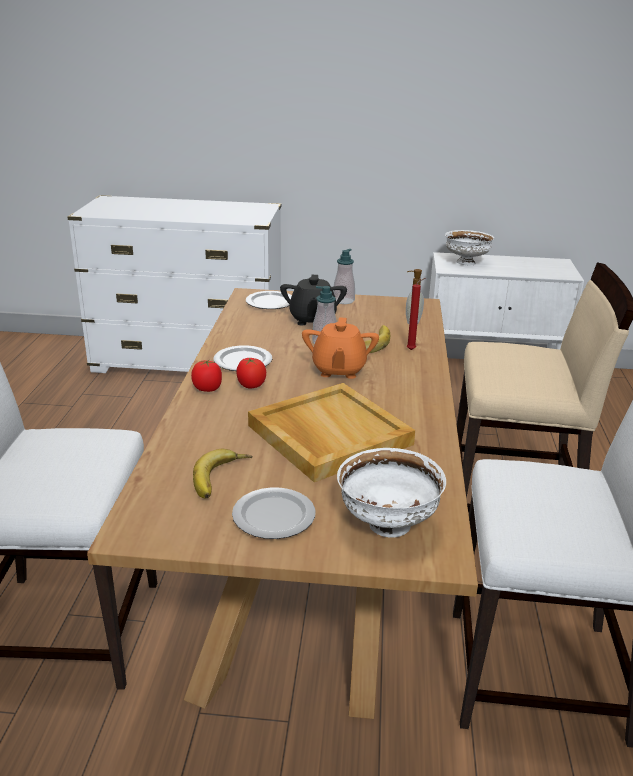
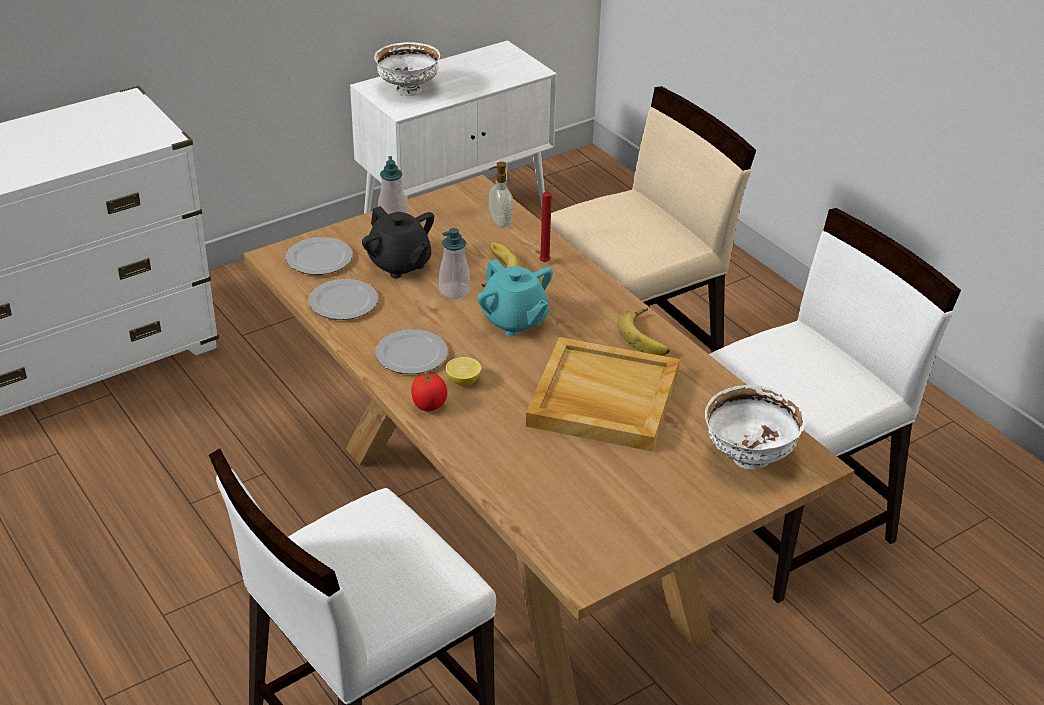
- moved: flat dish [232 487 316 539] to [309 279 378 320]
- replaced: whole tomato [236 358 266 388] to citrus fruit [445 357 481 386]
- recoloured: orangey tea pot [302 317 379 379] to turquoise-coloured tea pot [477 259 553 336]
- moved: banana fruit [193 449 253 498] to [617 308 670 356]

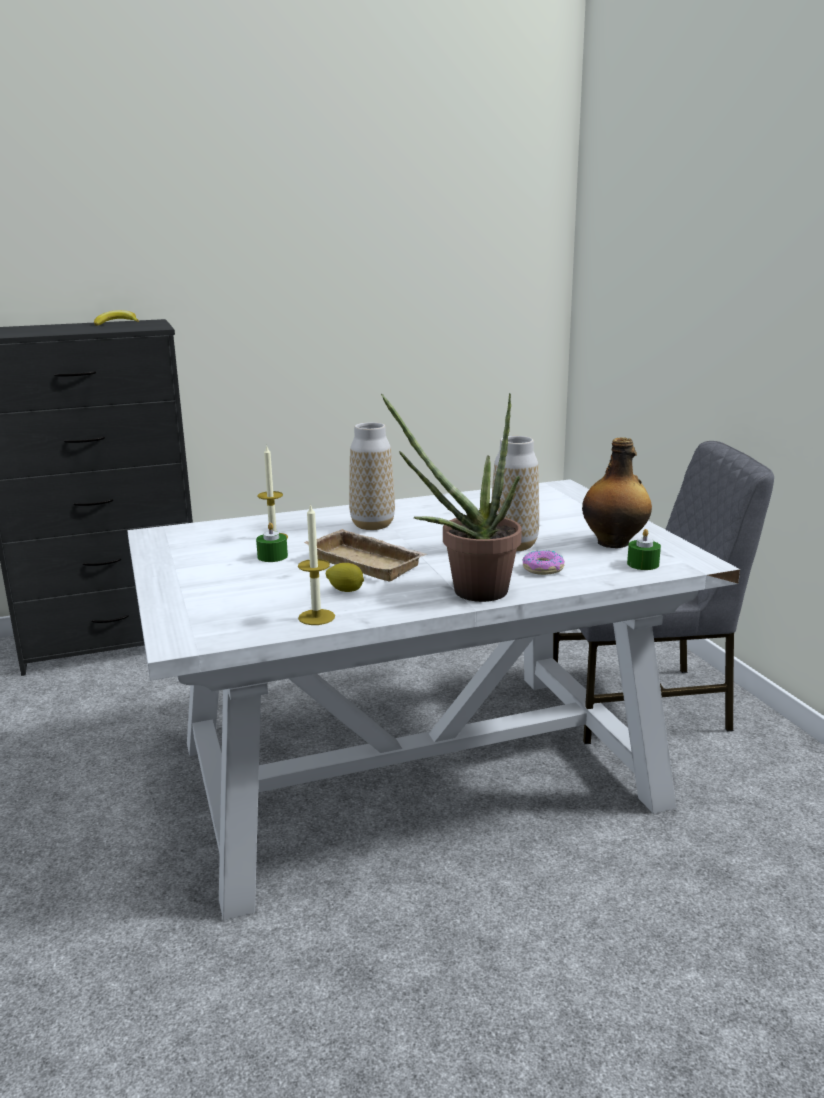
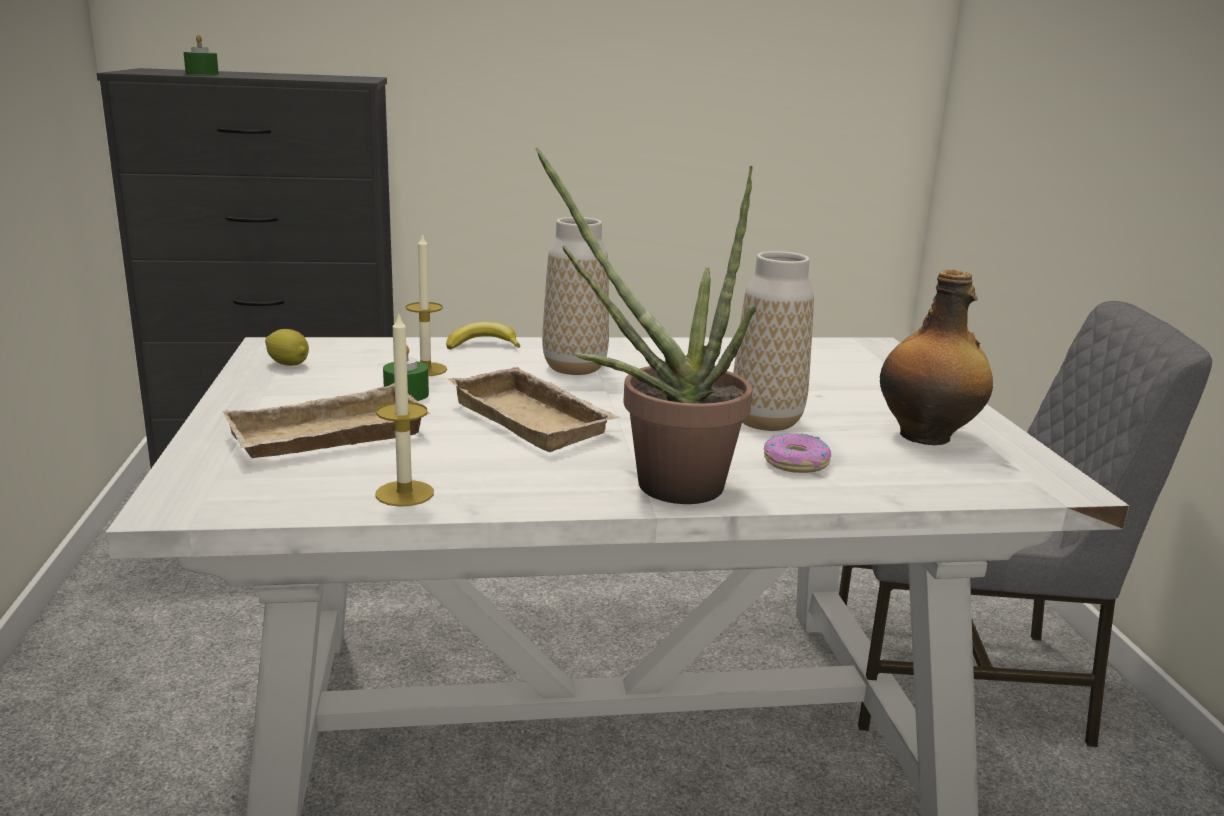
- moved: green-coloured candle [627 529 661 570] to [184 35 219 75]
- added: sand-coloured carrying tray [222 383 430 458]
- moved: citrus fruit [326 563 364 592] to [265 329 309 366]
- moved: banana fruit [94 310 139 326] to [446 322 520 349]

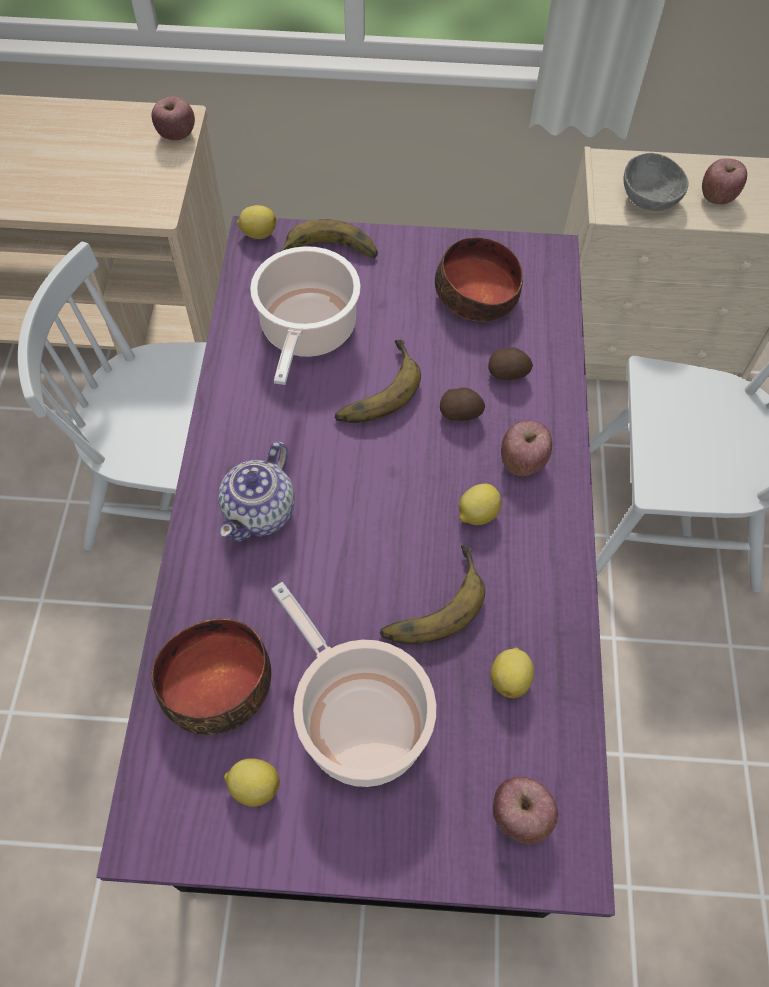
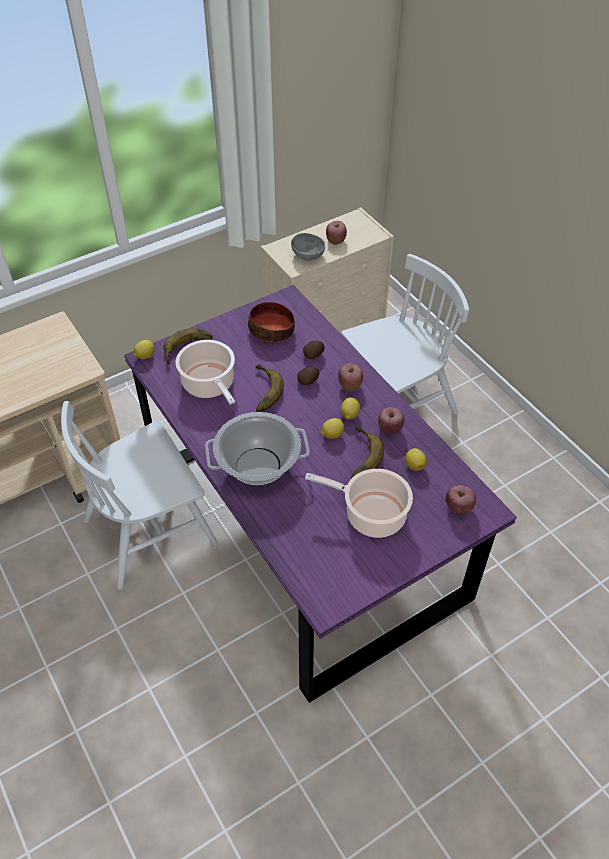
- replaced: tea pot [218 442 295 541] to saucepot [205 412 310 485]
- moved: citrus fruit [224 758 280 807] to [321 418 344 439]
- moved: apple fruit [152 97 195 141] to [378 407 405 434]
- removed: serving bowl [151 619 271 735]

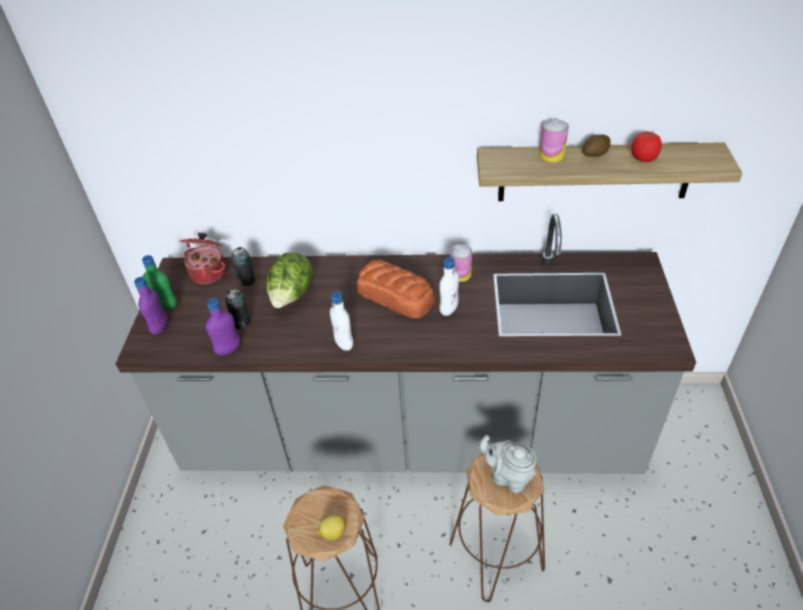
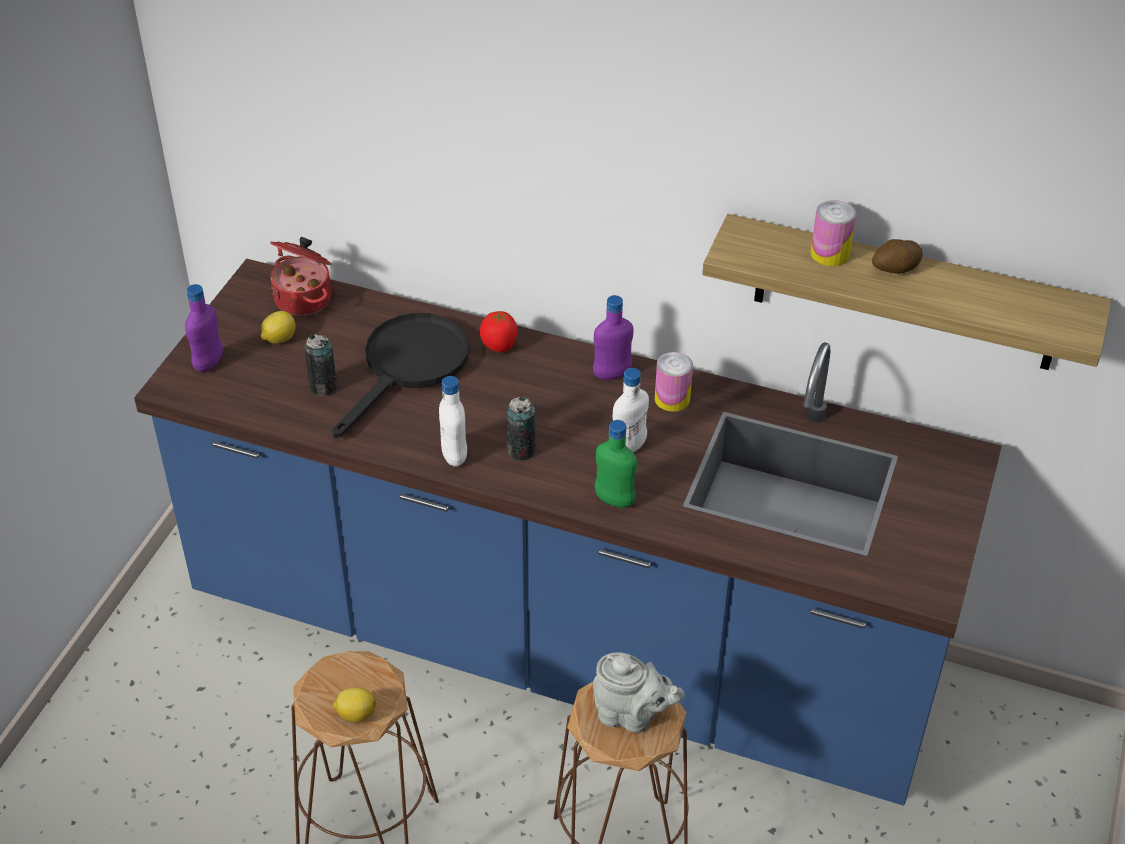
- recoloured: gray kitchen counter [116 214 696 474] to blue kitchen counter [134 259 1002 806]
- added: citrus fruit [261 311 296 344]
- replaced: head of lettuce [266 252 313 308] to black-coloured skillet [332 313 469 438]
- moved: whole tomato [632 131 662 162] to [480 311 517 352]
- moved: sealed can [231 247 256 287] to [506 397 535 461]
- moved: purple-coloured drink bottle [206 298 241 356] to [593 295 634 380]
- turned: gray tea pot [479 435 537 493] = [593 652 685 733] 150 degrees clockwise
- moved: green-coloured drink bottle [142 255 177 309] to [595 420 637 508]
- removed: bread [356 260 436 319]

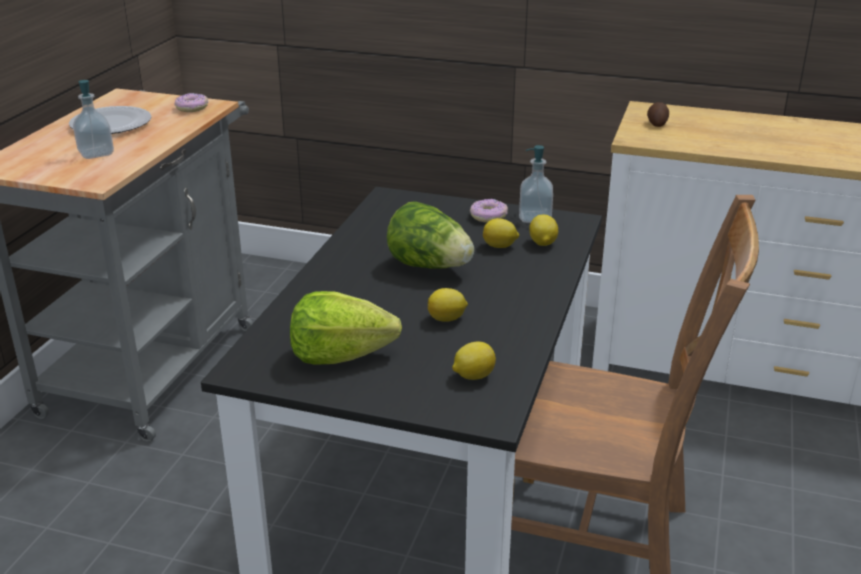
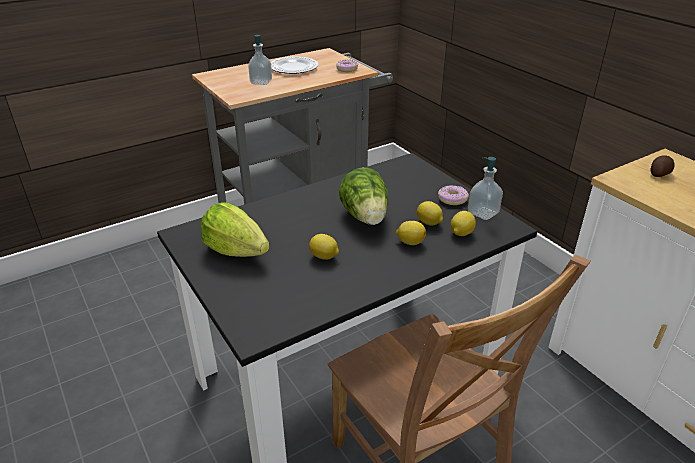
- moved: citrus fruit [452 342 496 380] to [396 221 426 245]

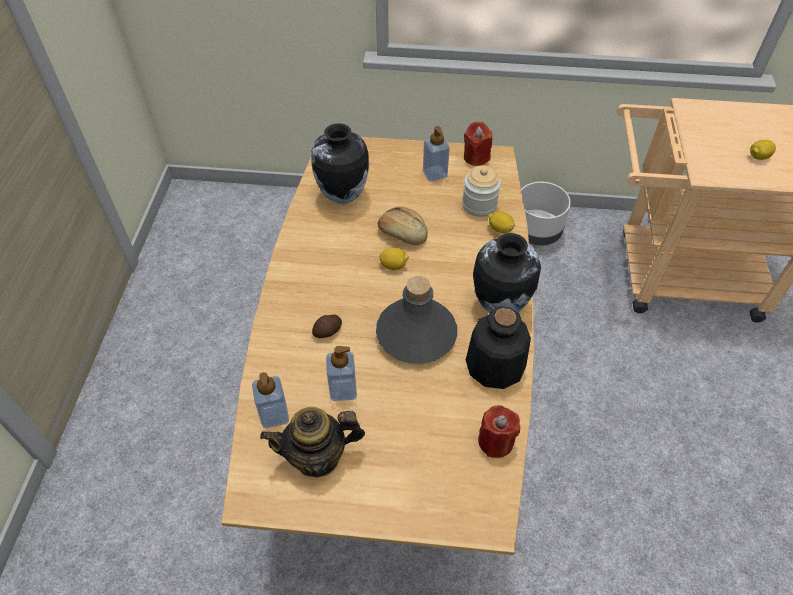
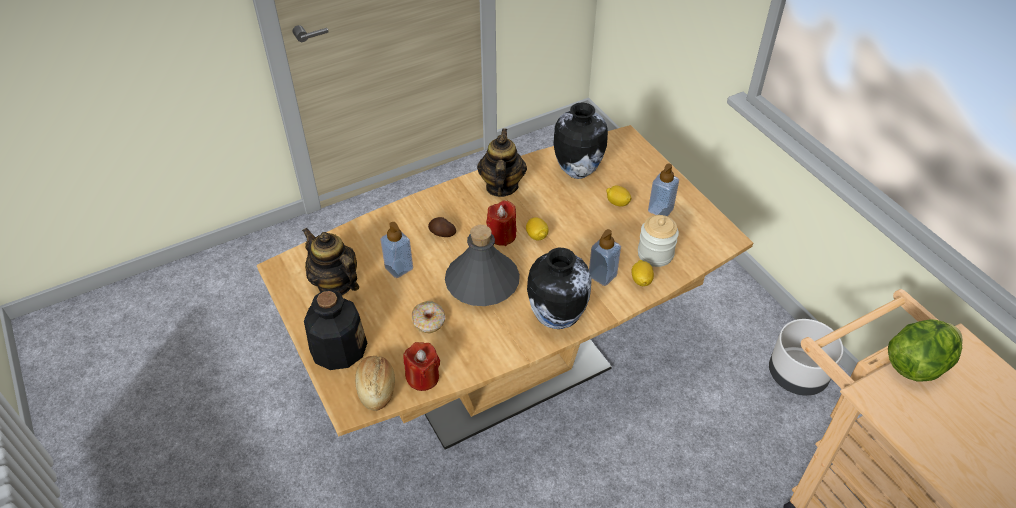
- moved: drink bottle [466 306 531 389] to [304 290 367 370]
- moved: bread [378 206 427 245] to [355 356 395 411]
- added: donut [412 301 445 333]
- added: tea pot [477 128 527 197]
- moved: red candle [464 122 492 166] to [486 200 516 246]
- moved: liquid soap bottle [252 372 289 428] to [589 229 621 286]
- moved: citrus fruit [750 140 776 160] to [606 185 631 207]
- added: head of lettuce [888 319 963 382]

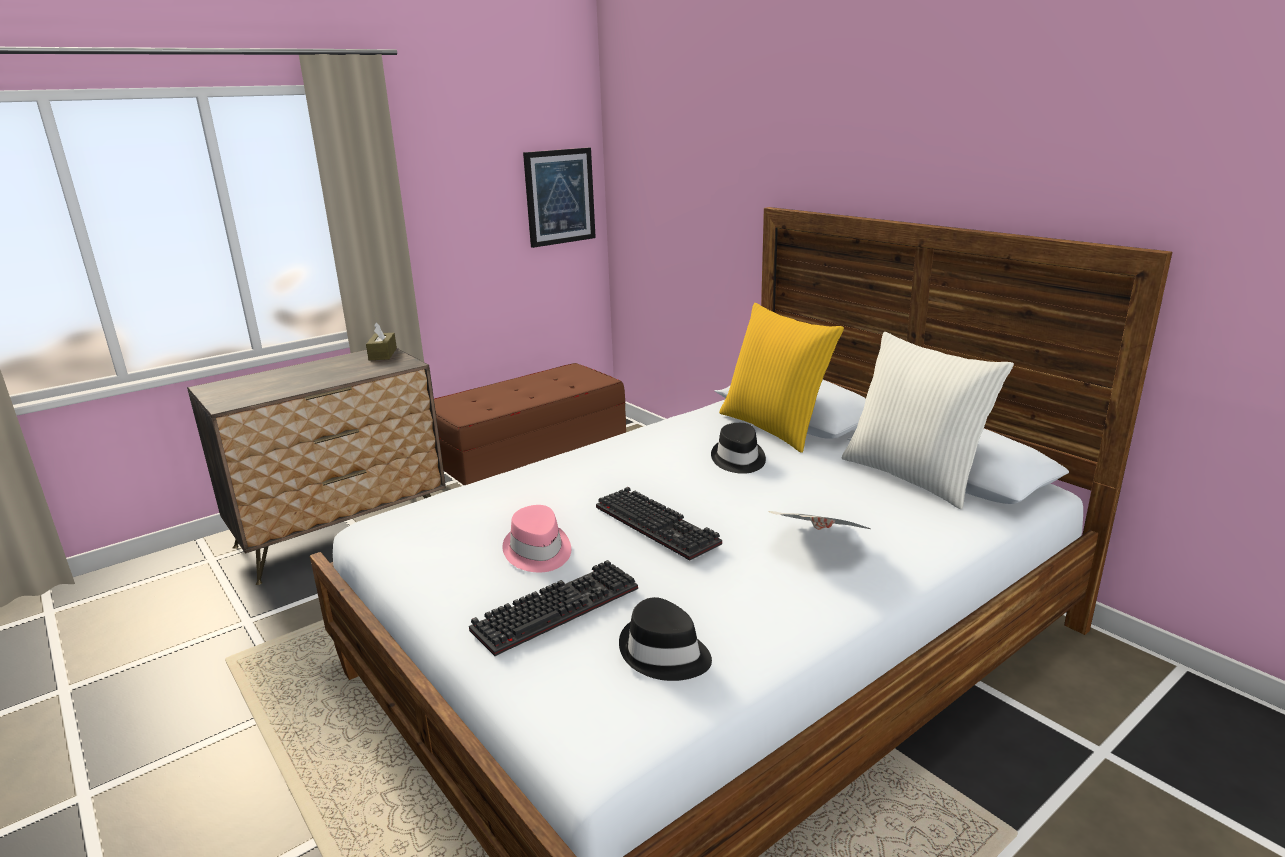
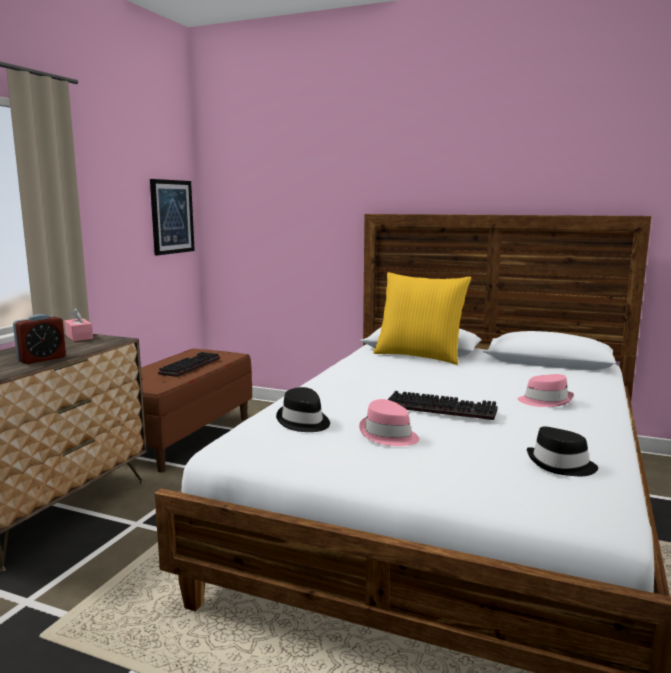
- added: alarm clock [13 314 66 364]
- recoloured: brown-coloured tissue holder [366 322 397 360] to pinkish tissue holder [64 307 93 341]
- moved: computer keyboard [469 560 638 656] to [158 352 220 377]
- moved: black-coloured wearable hat [711 423 766 474] to [276 387 330 432]
- replaced: newspaper [769 511 870 530] to pinkish wearable hat [518 374 574 407]
- removed: white-coloured pillow [842 332 1014 509]

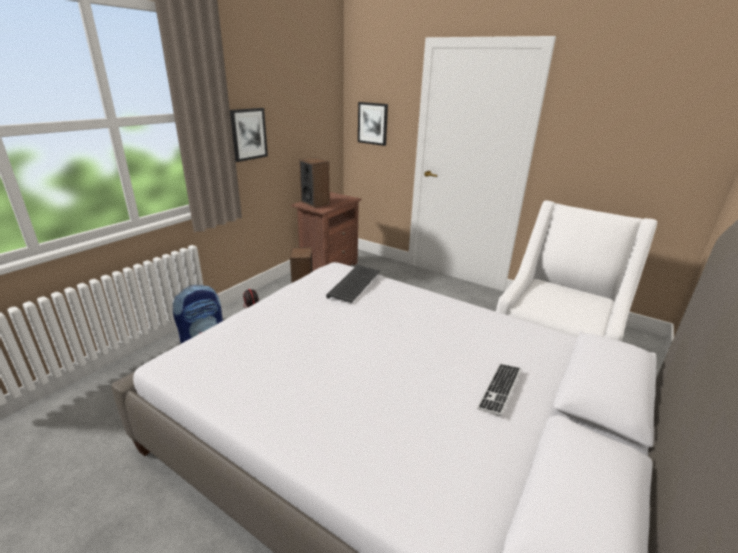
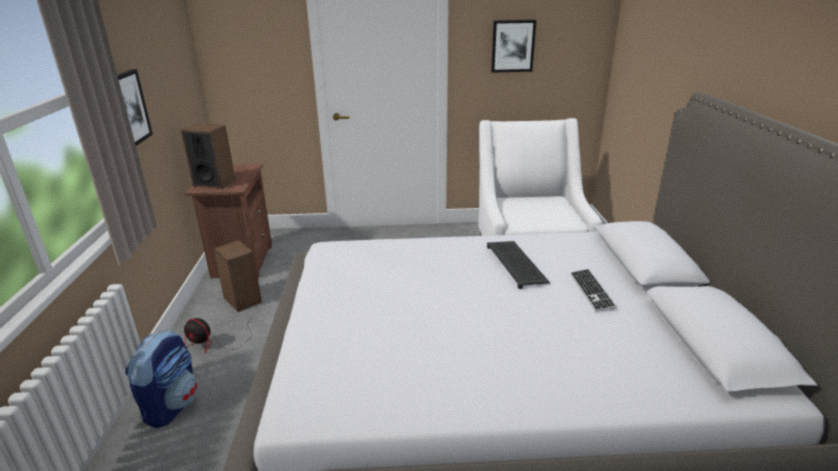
- moved: computer keyboard [326 265 380 303] to [487 241 550 289]
- moved: wall art [358 102 388 146] to [491 20 536 73]

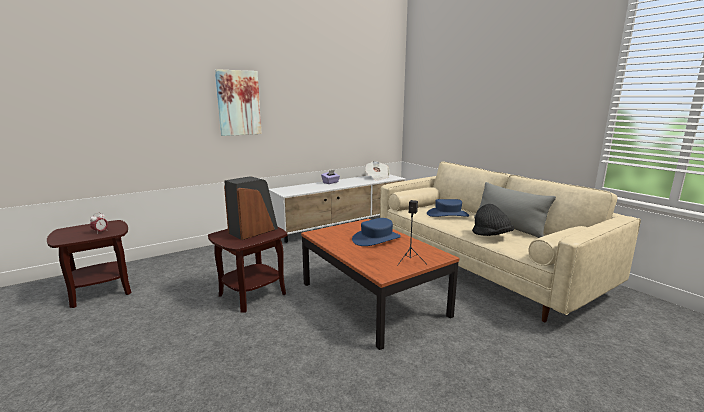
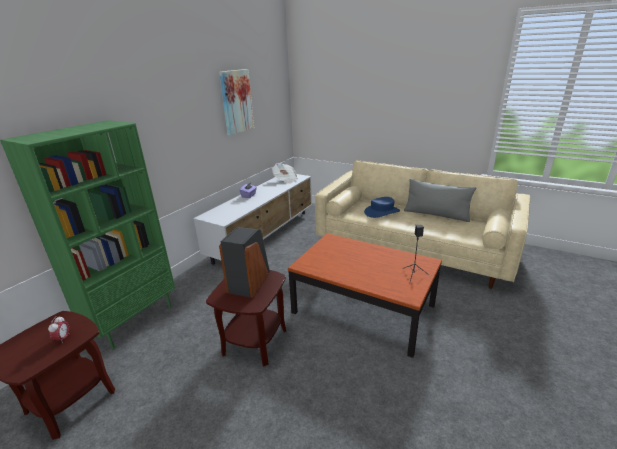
- added: green-coloured bookshelf [0 120 175 349]
- moved: wall art [215 69 262 136] to [219 69 254 135]
- removed: blue wearable hat [352 218 401 246]
- removed: black-coloured wearable hat [472 204 514 236]

